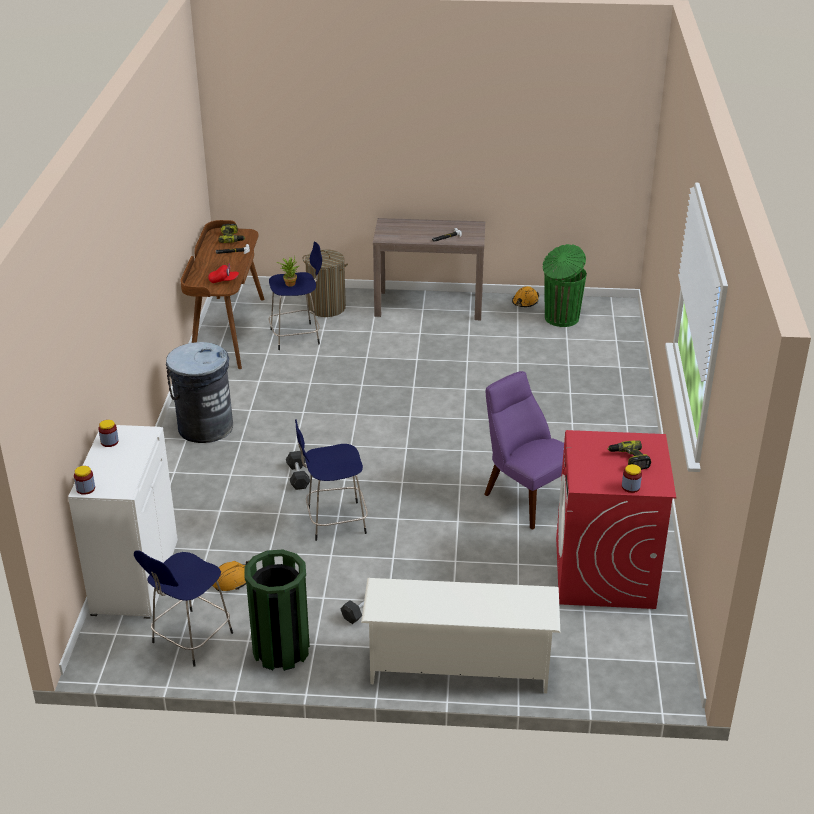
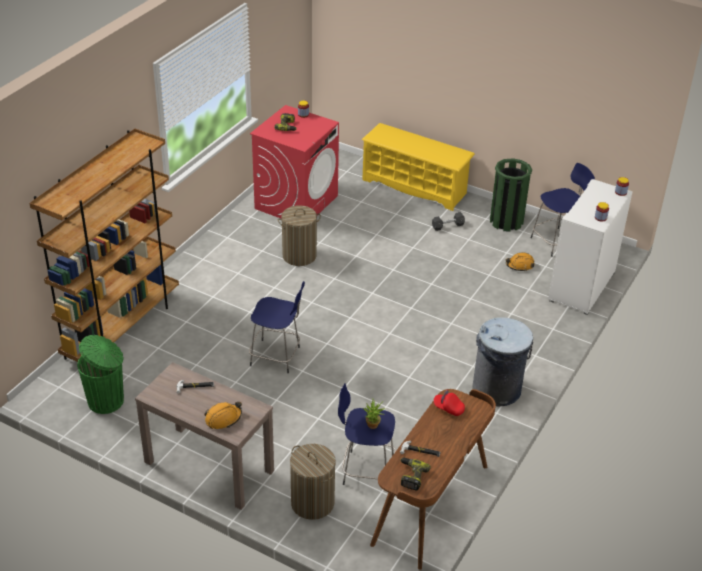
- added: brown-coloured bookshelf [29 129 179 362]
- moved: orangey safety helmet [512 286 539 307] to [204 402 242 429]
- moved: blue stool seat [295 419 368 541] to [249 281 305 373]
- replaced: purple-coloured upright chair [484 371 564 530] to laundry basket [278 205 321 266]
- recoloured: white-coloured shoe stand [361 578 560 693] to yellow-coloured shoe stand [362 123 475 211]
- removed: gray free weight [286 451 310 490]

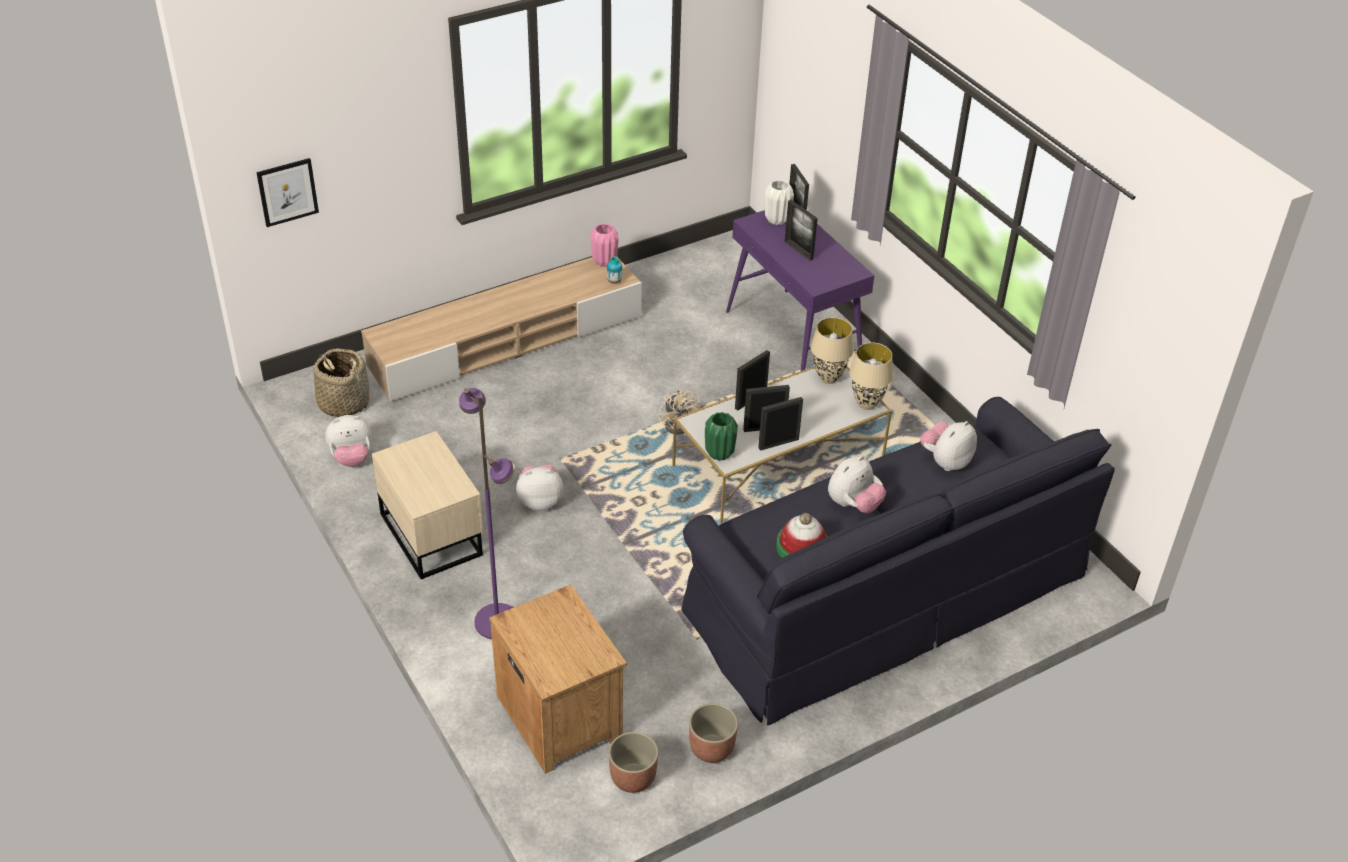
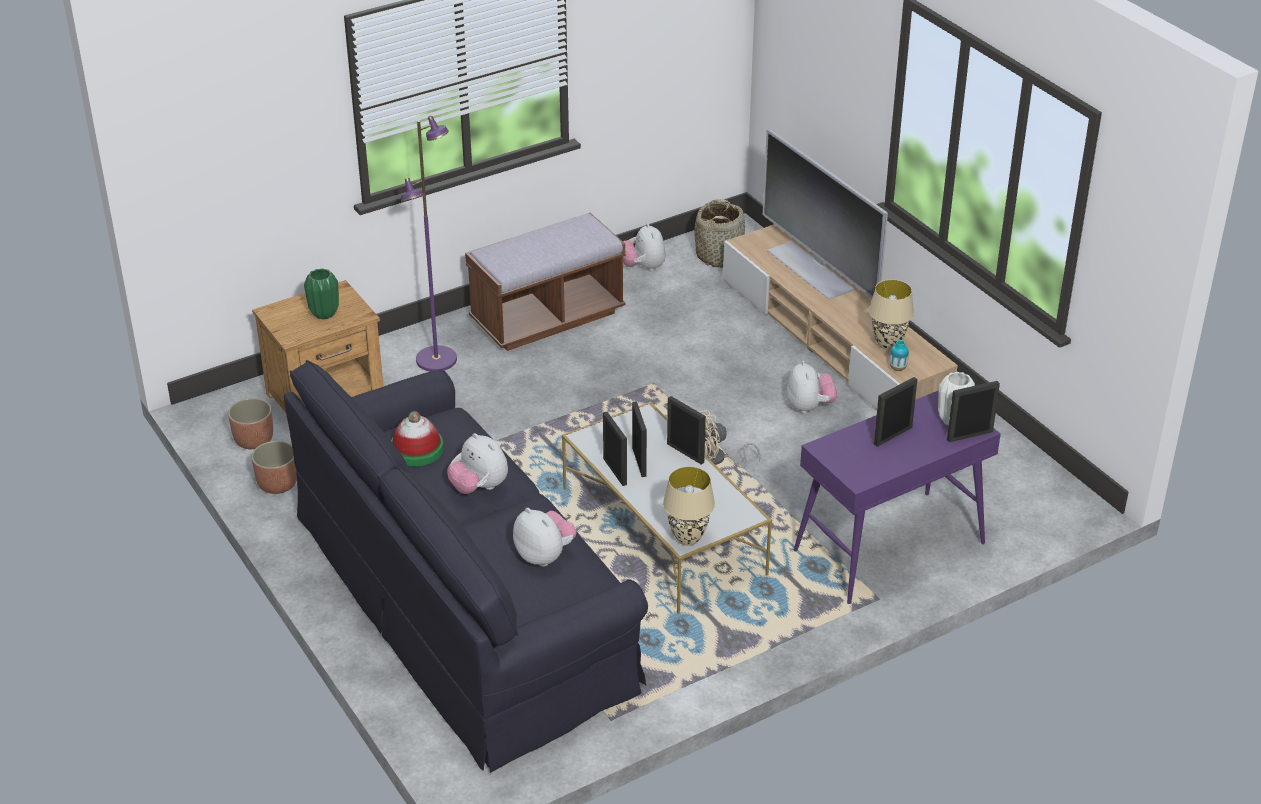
- moved: green-coloured vase [705 412 738 461] to [304 268 339 320]
- replaced: sand-coloured bedside table [372 431 483 579] to brown-coloured long seat [465 213 625 351]
- added: television [763 129 888 300]
- moved: plush toy [516 465 563 510] to [787 361 837 414]
- moved: sand-coloured table lamp [811 317 854 384] to [869 279 914 350]
- removed: wall art [256 158 319 227]
- removed: pinkish vase [590 224 618 267]

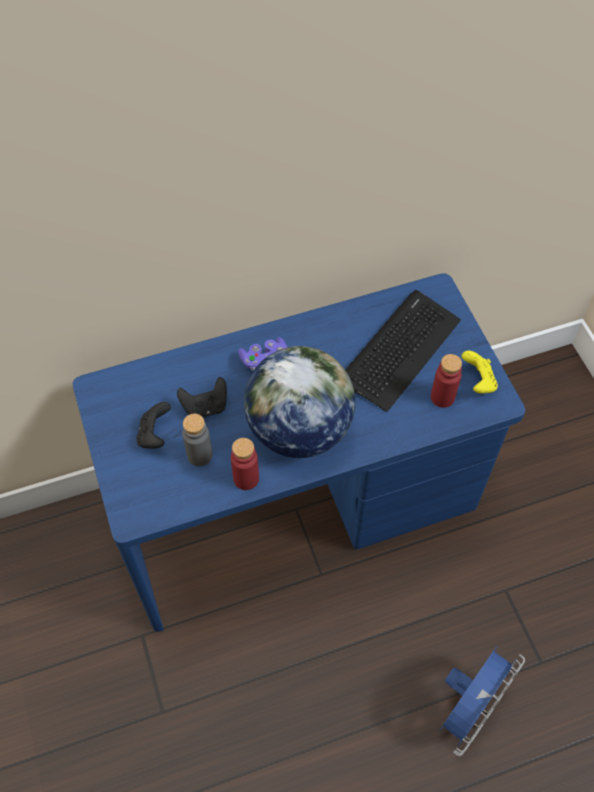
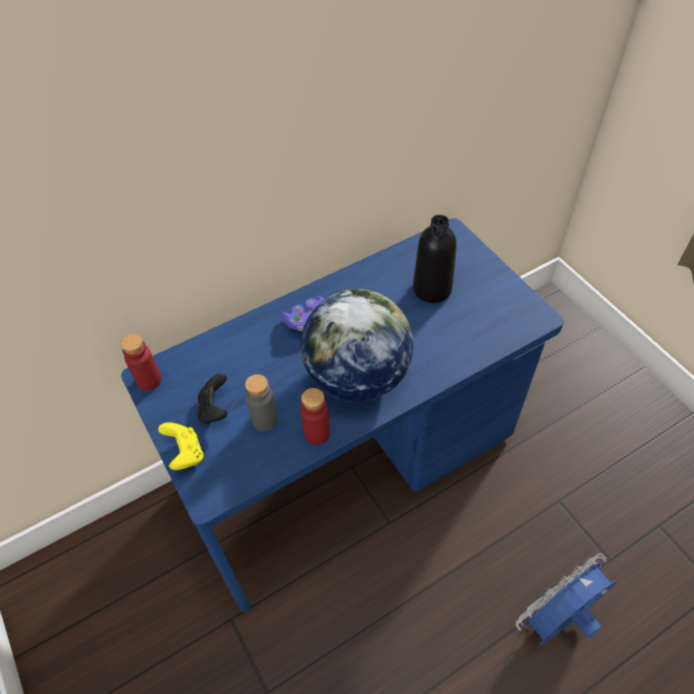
- moved: red drink bottle [431 354 462 408] to [121 334 161 391]
- moved: yellow-coloured gamepad [462 351 498 394] to [158 422 203 470]
- replaced: computer keyboard [346 290 461 412] to black-coloured drink bottle [413 215 457 303]
- turned: blue fan [439 646 525 756] = [516 553 617 645] 150 degrees counterclockwise
- removed: black-coloured gamepad [177 377 227 417]

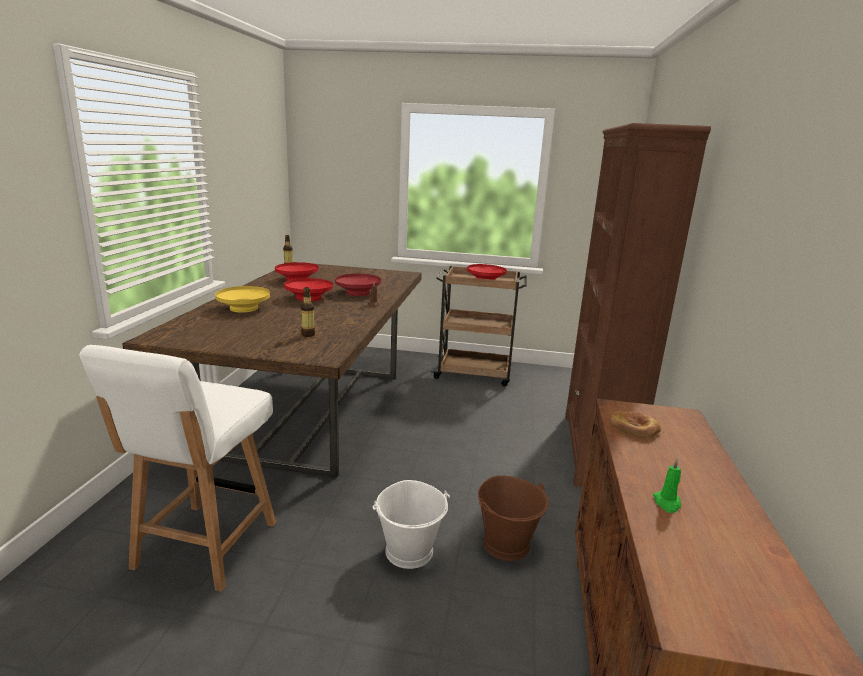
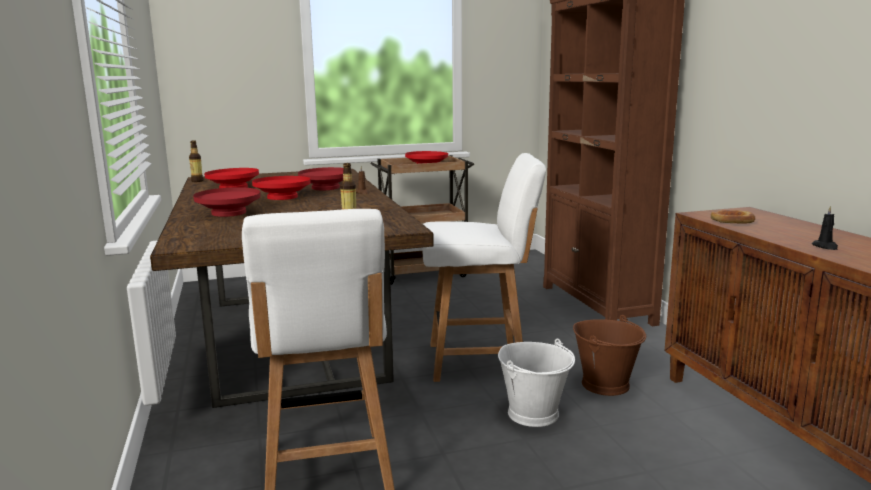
- recoloured: yellow-coloured serving bowl [215 286 270 313] to red serving bowl [193 187 261 217]
- added: white-coloured upright chair [422 153 546 382]
- recoloured: green-coloured candle [653 459 681 513] to black-coloured candle [811 205 838 250]

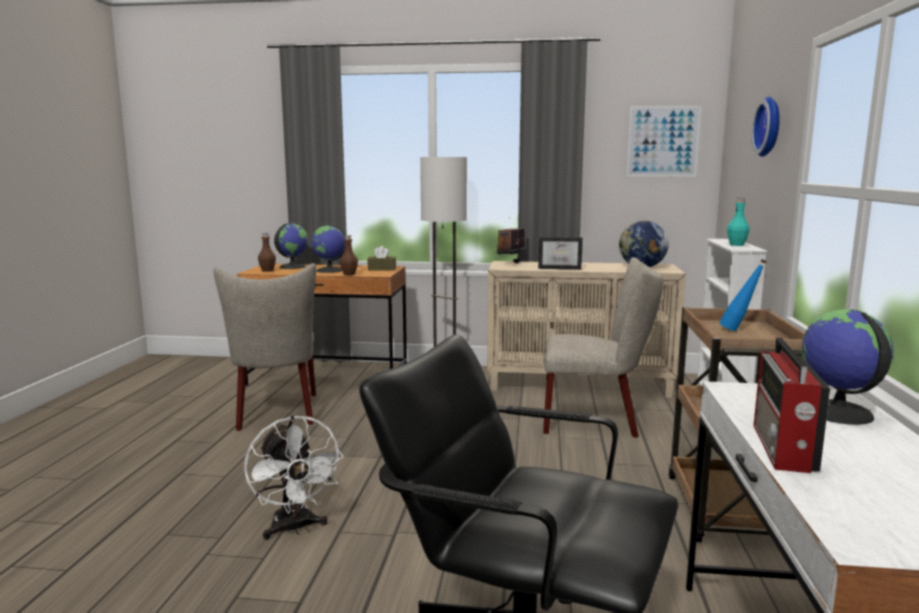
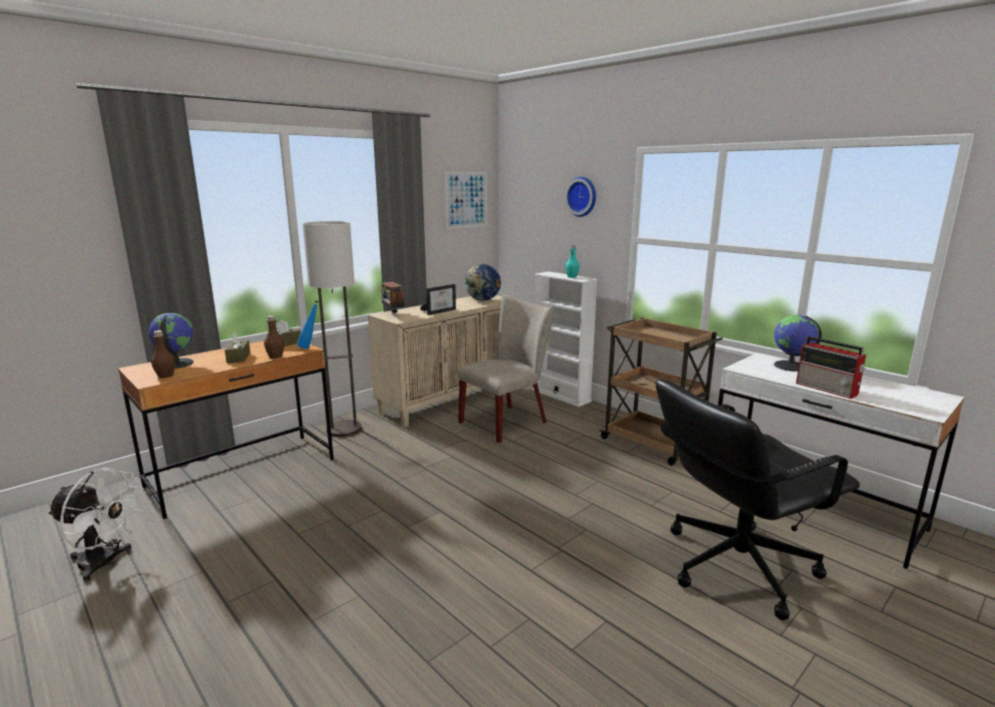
- moved: white-coloured fan [244 415 344 540] to [48 468 144 582]
- replaced: desk globe [312 225 346 273] to brown-coloured tissue holder [225 333 250 363]
- moved: blue drink bottle [719 259 767 331] to [297 300 318 349]
- removed: sand-coloured upright chair [213 263 316 431]

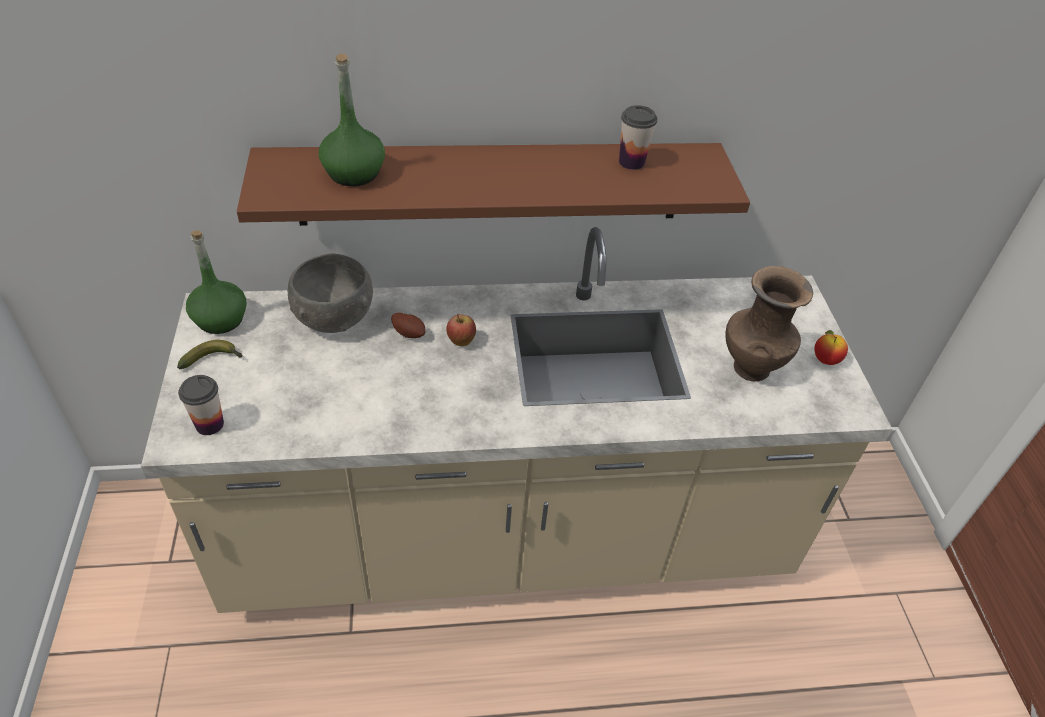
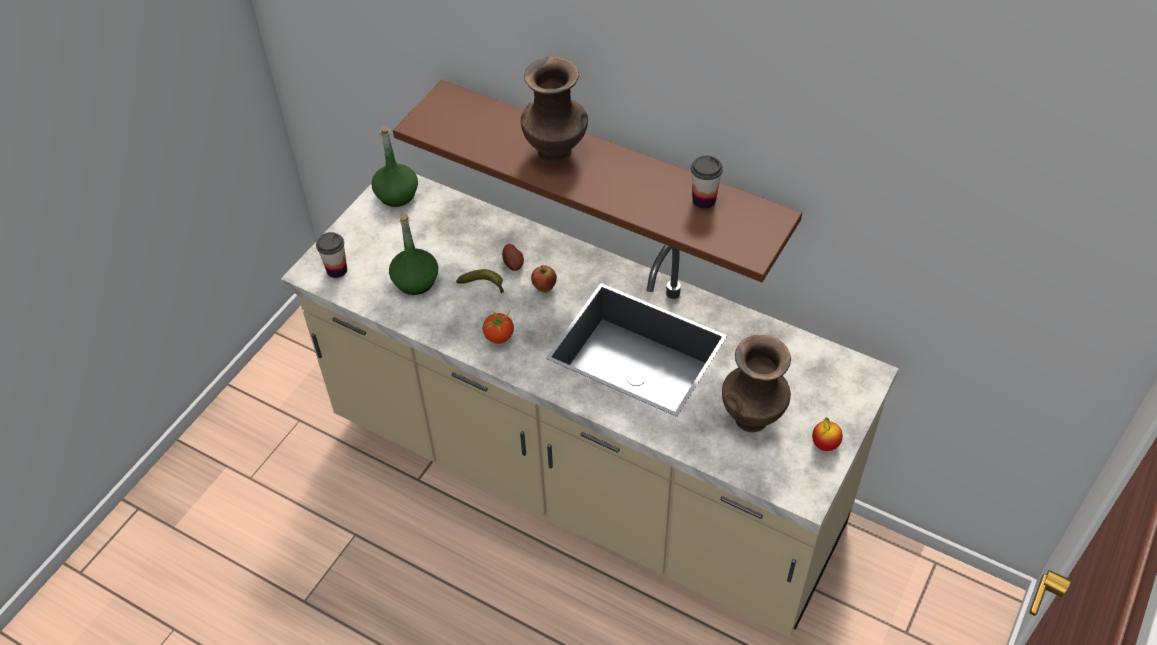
- moved: green-coloured drink bottle [319 53 385 186] to [389 213 438 295]
- moved: banana fruit [177 340 243 370] to [456 269 504 293]
- added: whole tomato [481 309 515 344]
- added: brown-coloured vase [521 57 588 164]
- removed: gray serving bowl [288 254 373 333]

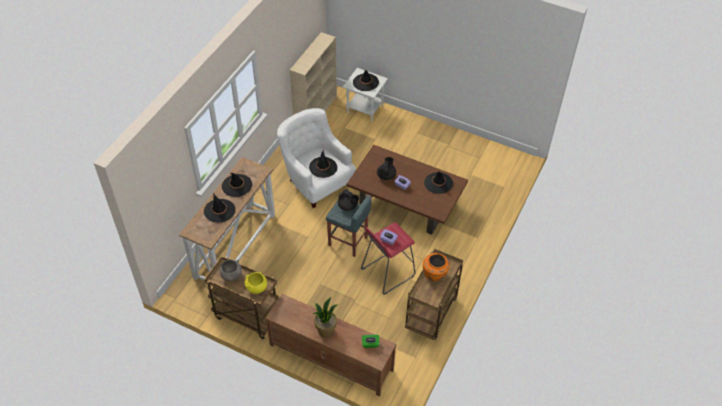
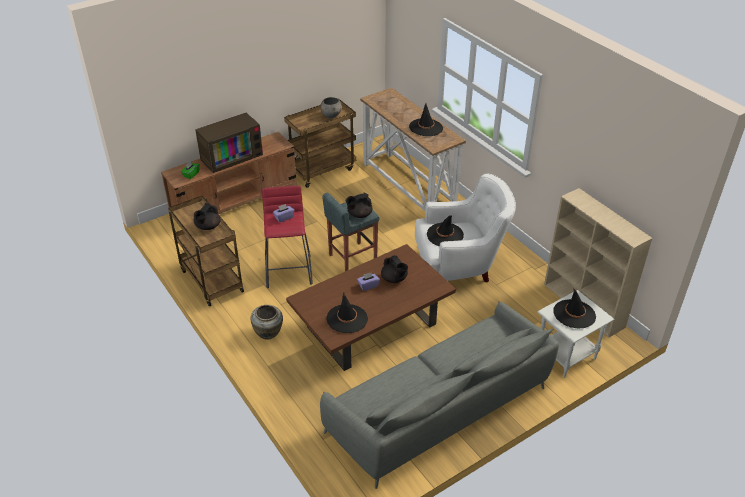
- replaced: orangey vase [423 253 450 281] to black-coloured tea pot [194 203 221 230]
- replaced: potted plant [313 297 339 338] to television [195 113 263 173]
- added: sand-coloured vase [251 305 283 340]
- added: gray sofa [320 301 559 489]
- removed: black-coloured wearable hat [204 193 235 223]
- removed: yellow-coloured serving bowl [244 272 267 294]

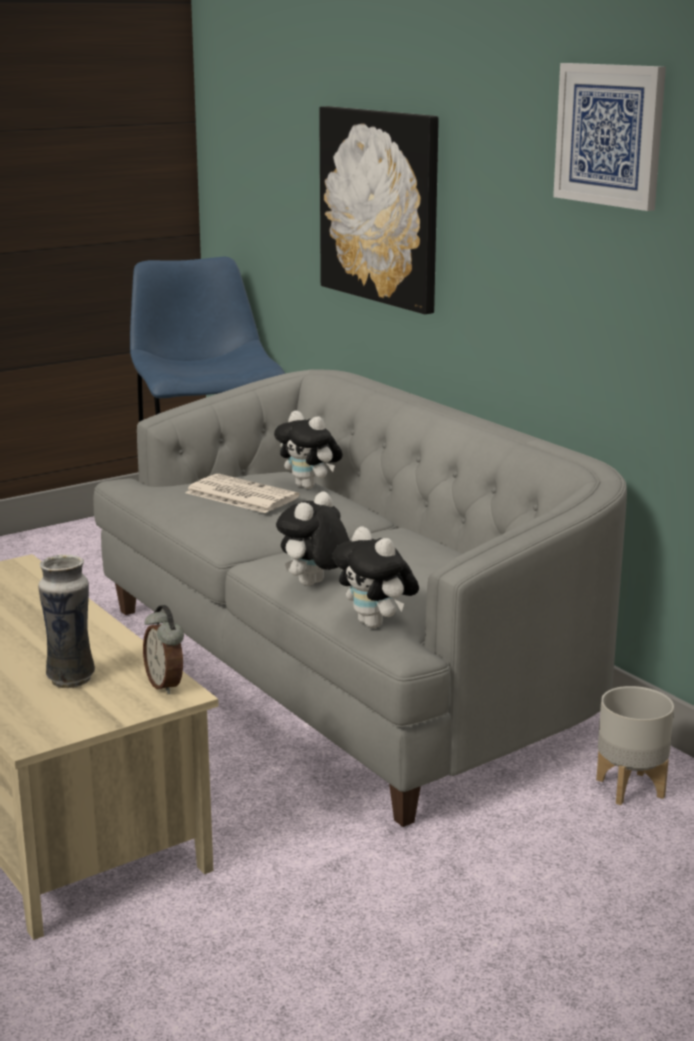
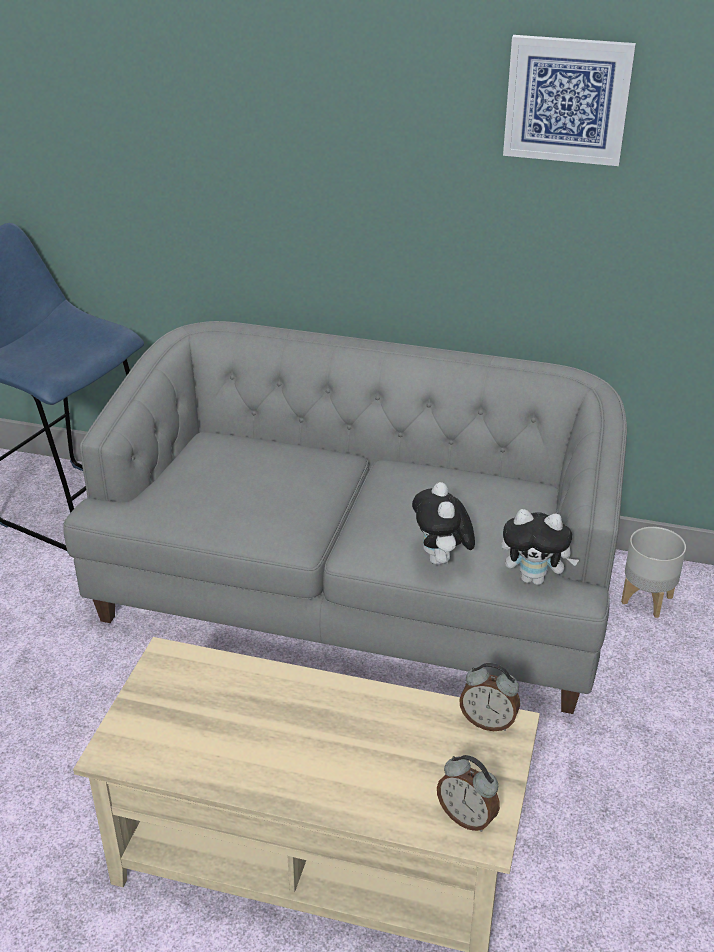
- added: alarm clock [437 755 500 832]
- removed: vase [38 554 95 688]
- removed: newspaper [185 474 300 513]
- removed: plush toy [274 411 343 489]
- removed: wall art [319 106 439 314]

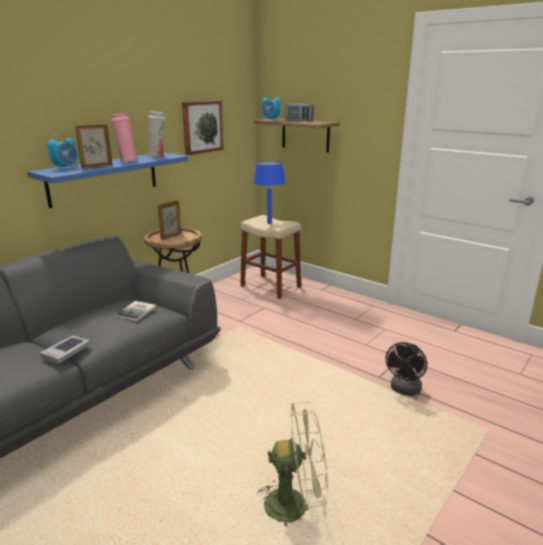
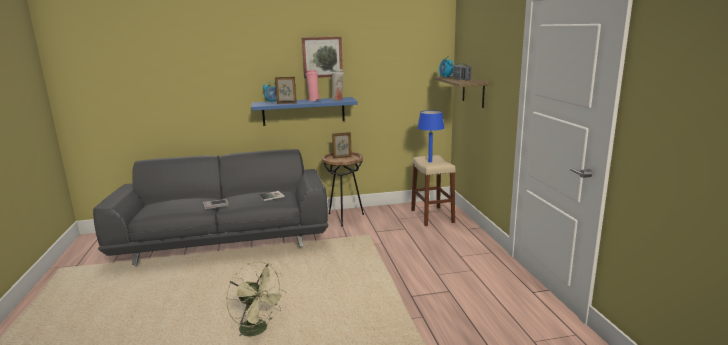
- moved: wall art [182 100 224 155] to [302 36 343 78]
- removed: black-coloured fan [385 342 427 396]

